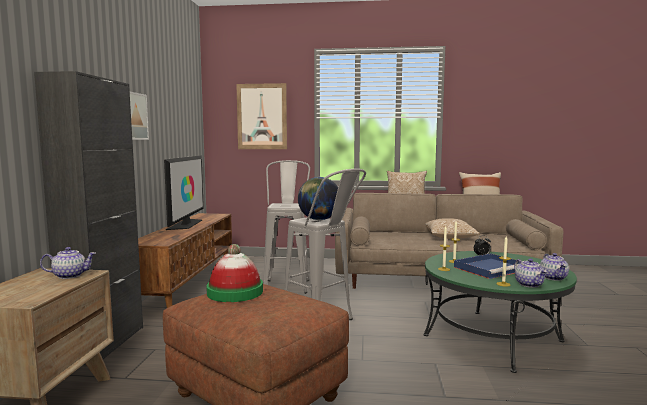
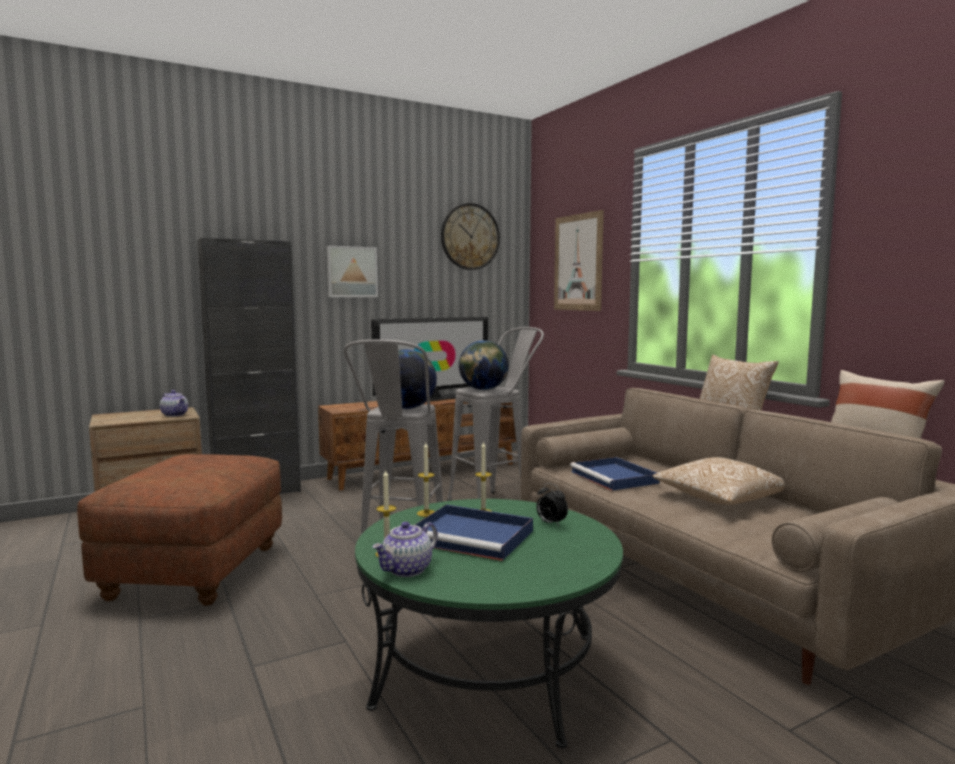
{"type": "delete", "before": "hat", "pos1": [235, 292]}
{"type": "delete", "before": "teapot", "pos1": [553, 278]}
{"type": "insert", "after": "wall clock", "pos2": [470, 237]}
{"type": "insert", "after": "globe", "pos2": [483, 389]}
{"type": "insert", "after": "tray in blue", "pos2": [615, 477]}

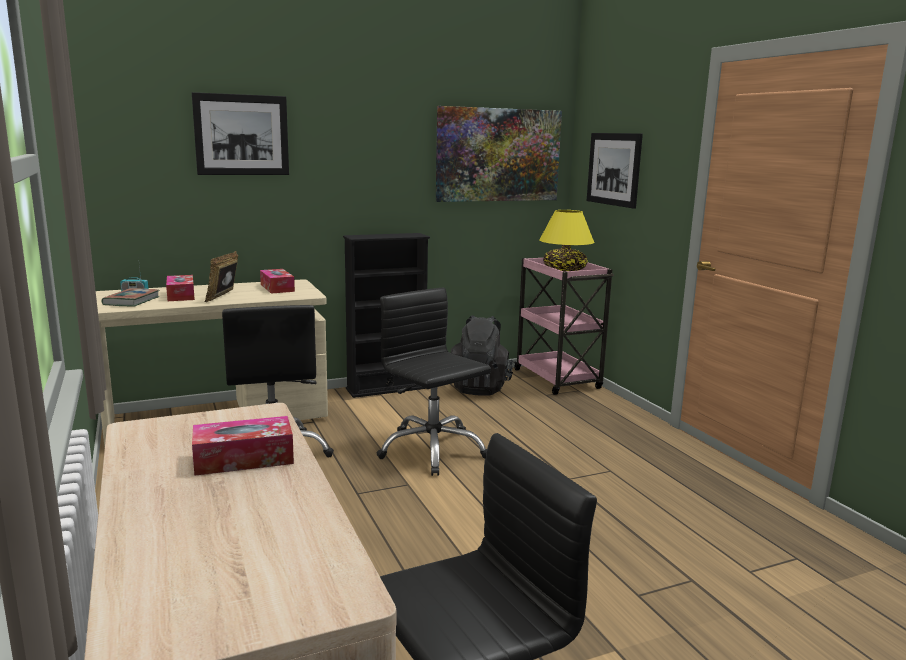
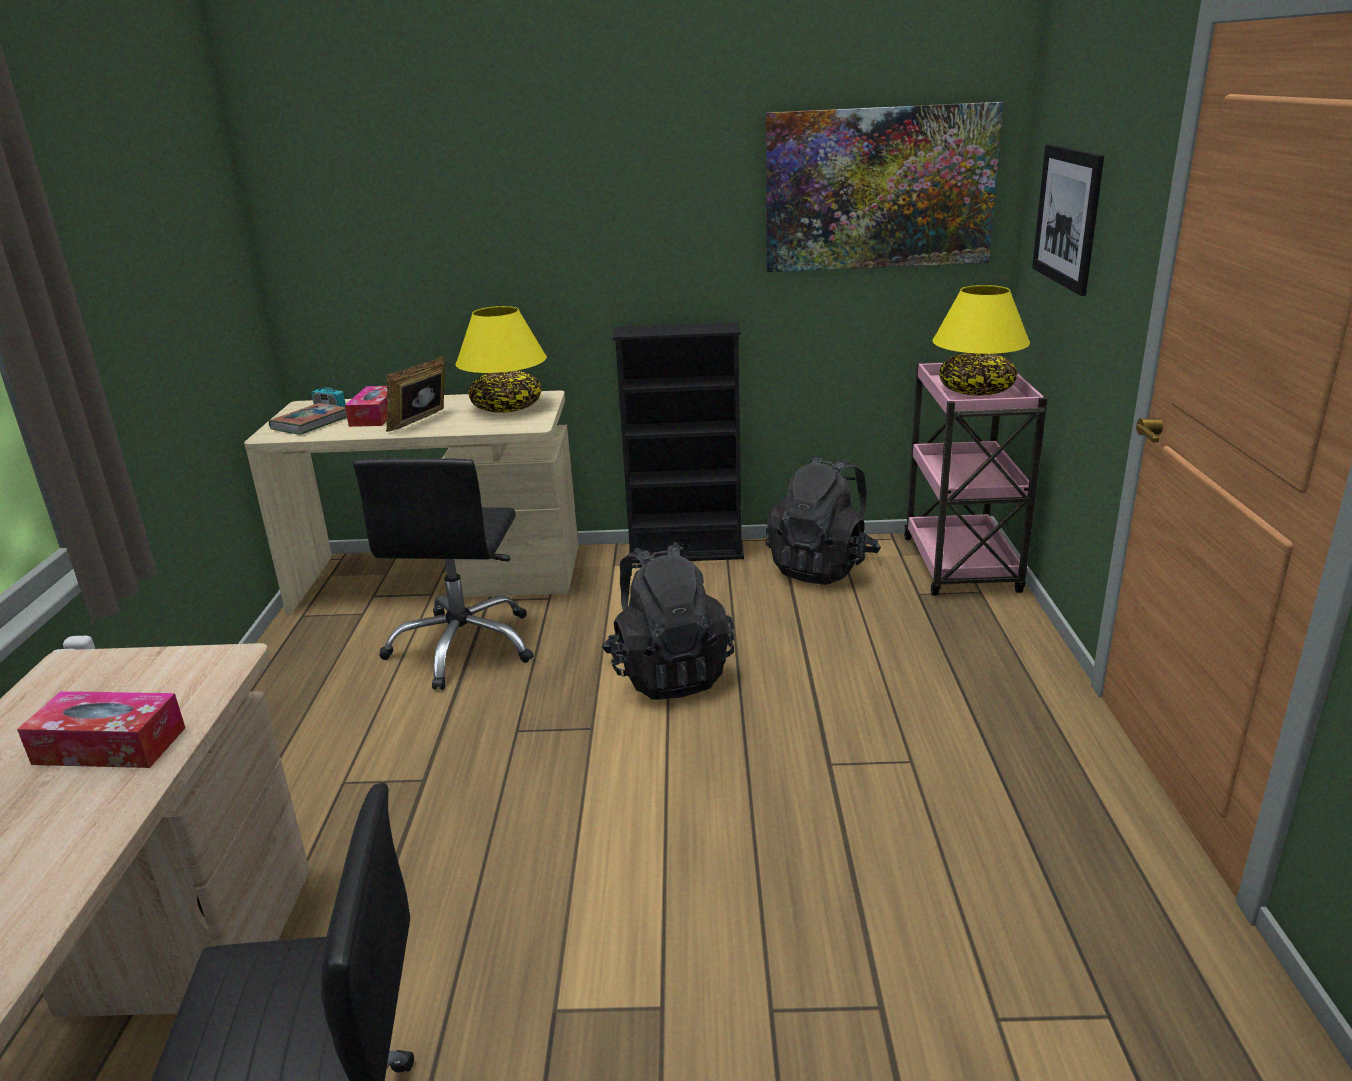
{"type": "delete", "before": "picture", "pos1": [241, 135]}
{"type": "replace", "before": "tissue box", "after": "table lamp in yellow", "pos1": [277, 288], "pos2": [506, 407]}
{"type": "replace", "before": "office chair in black", "after": "backpack in black", "pos1": [432, 450], "pos2": [668, 673]}

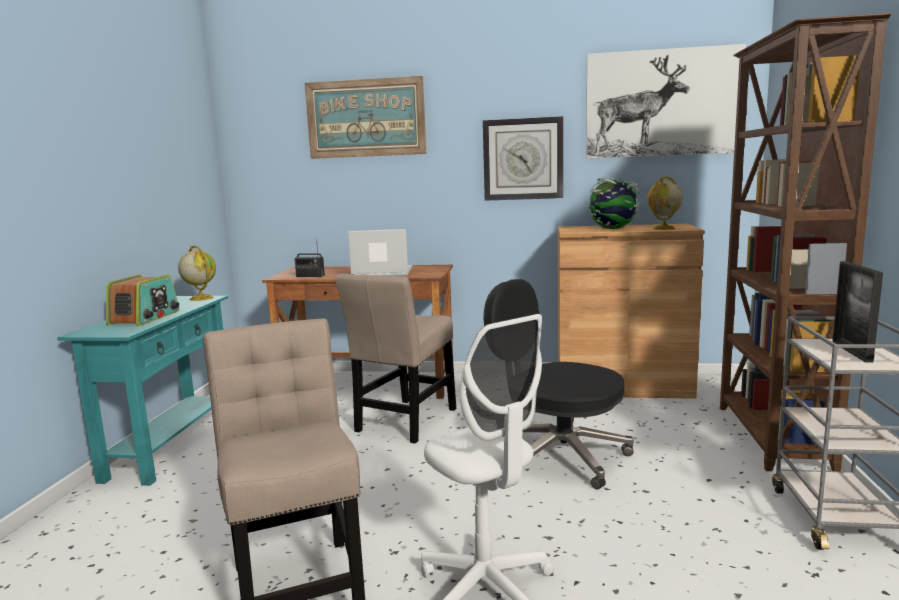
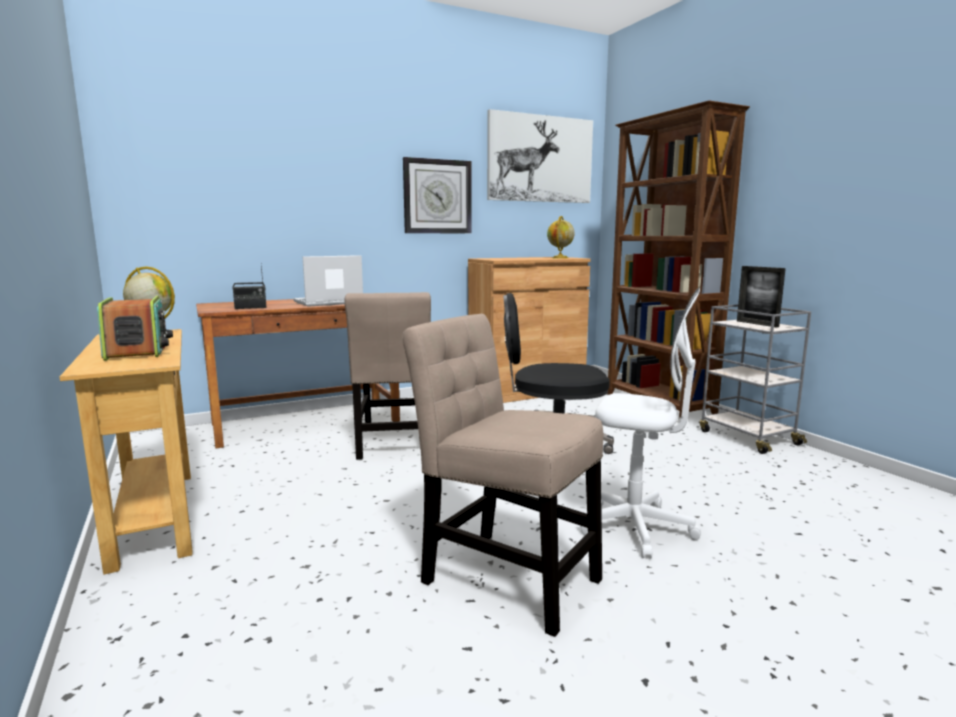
{"type": "delete", "before": "picture", "pos1": [365, 118]}
{"type": "delete", "before": "globe", "pos1": [613, 229]}
{"type": "recolor", "before": "console table in turquoise", "after": "console table in beige", "pos1": [172, 446], "pos2": [154, 516]}

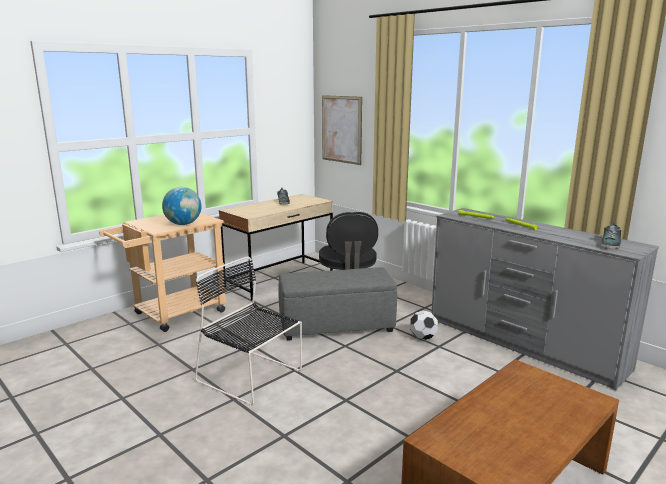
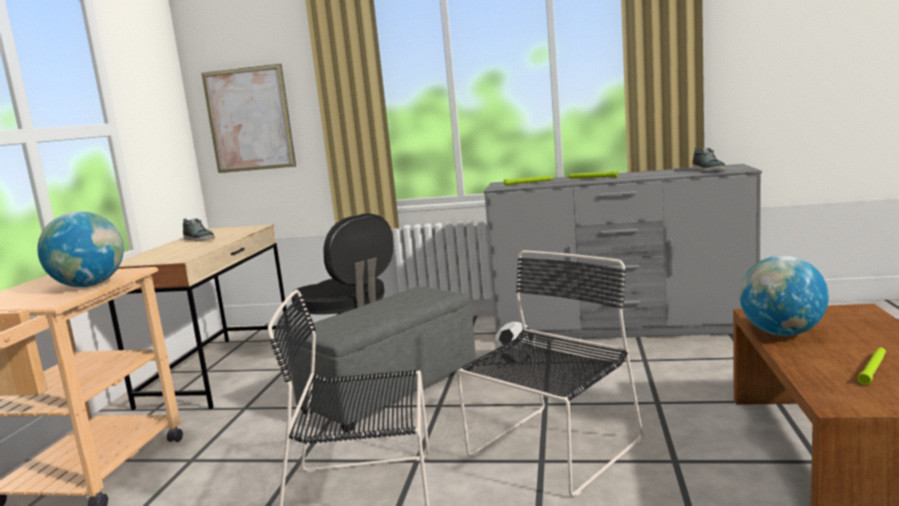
{"type": "insert", "after": "chair in black", "pos2": [551, 450]}
{"type": "insert", "after": "globe", "pos2": [782, 333]}
{"type": "insert", "after": "flashlight in green", "pos2": [873, 369]}

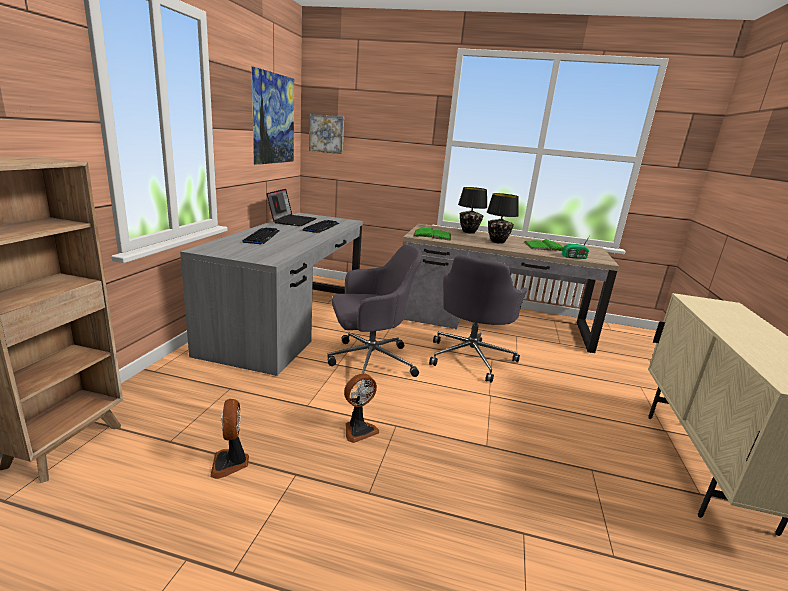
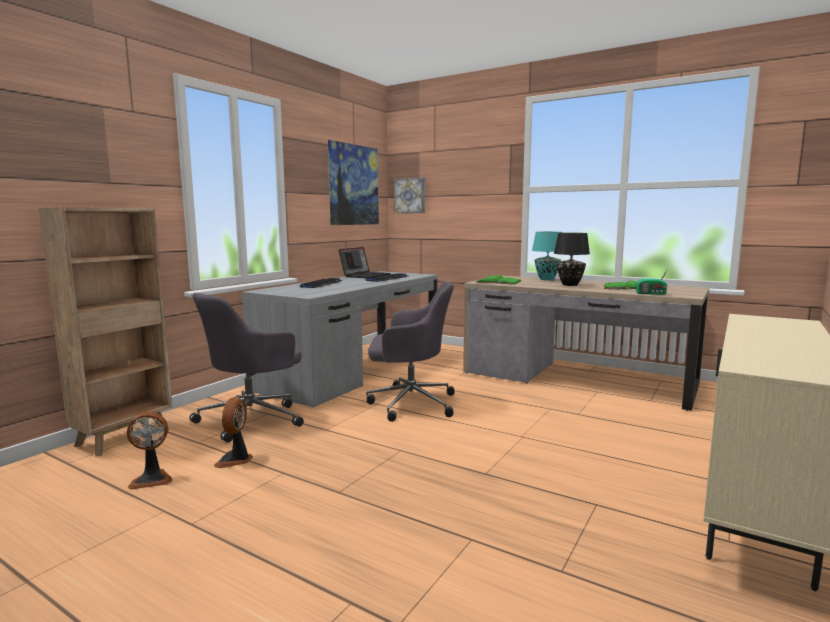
{"type": "move", "before": "fan", "pos1": [358, 430], "pos2": [152, 479]}
{"type": "move", "before": "office chair in grey", "pos1": [471, 357], "pos2": [252, 418]}
{"type": "recolor", "before": "table lamp in black", "after": "table lamp in turquoise", "pos1": [469, 232], "pos2": [547, 279]}

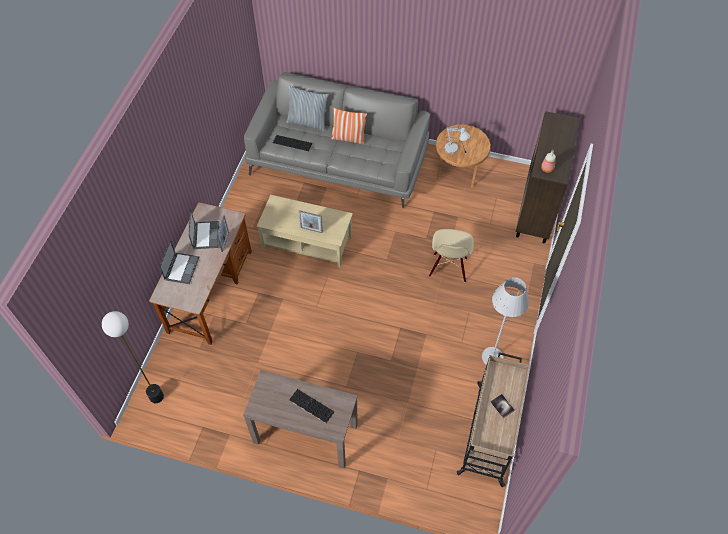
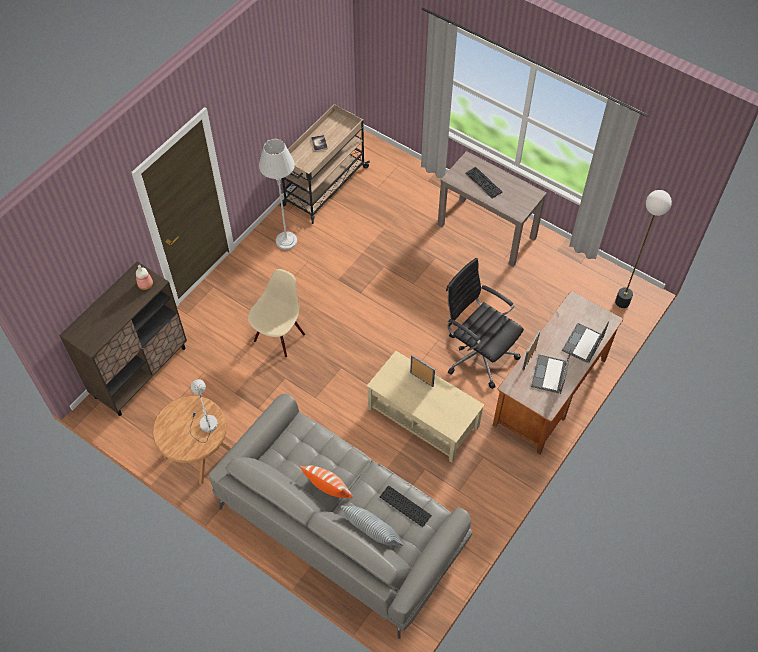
{"type": "insert", "after": "office chair in black", "pos2": [478, 354]}

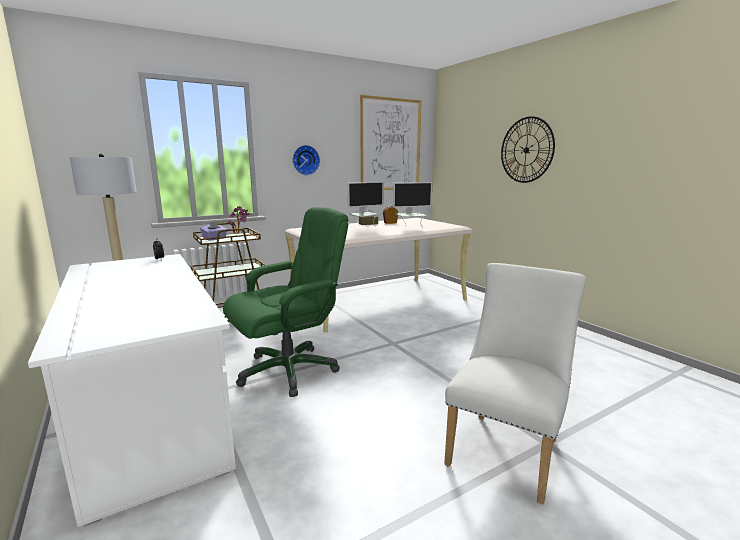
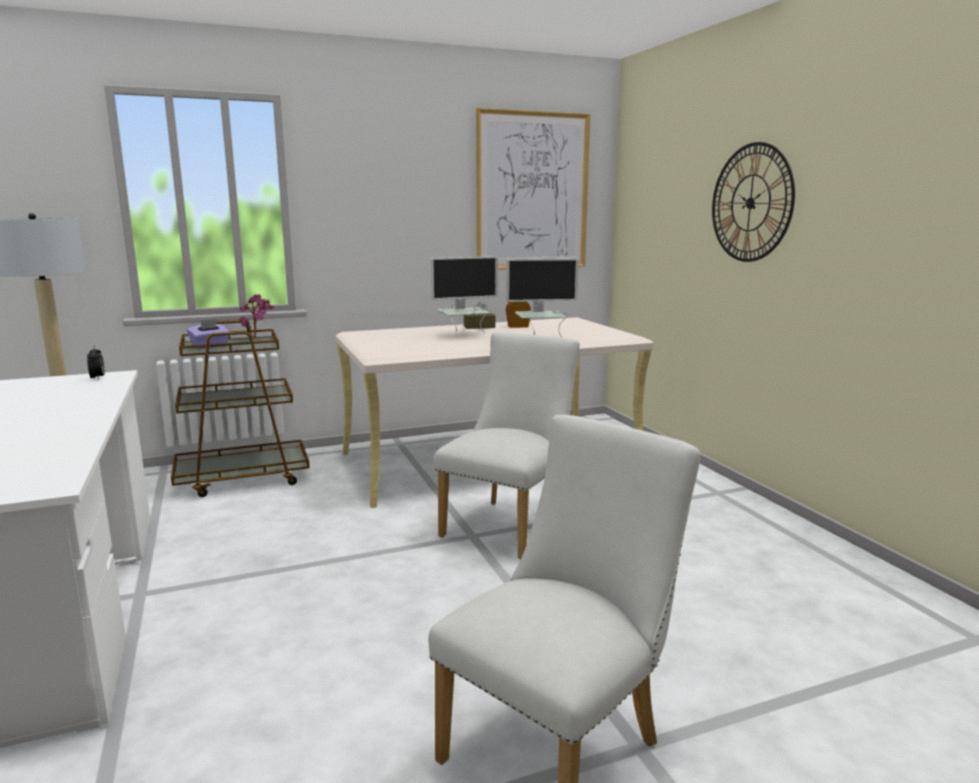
{"type": "delete", "before": "office chair in green", "pos1": [289, 370]}
{"type": "delete", "before": "wall clock", "pos1": [305, 160]}
{"type": "insert", "after": "chair in white", "pos2": [509, 524]}

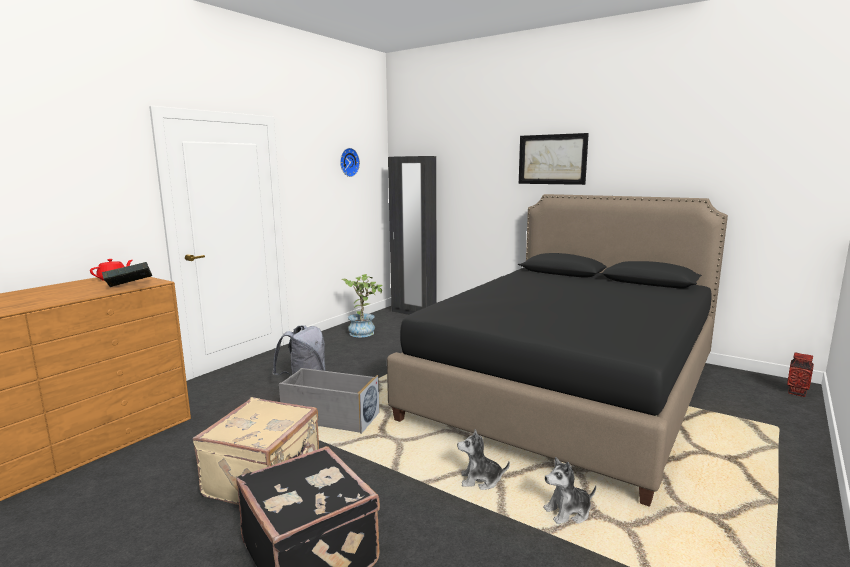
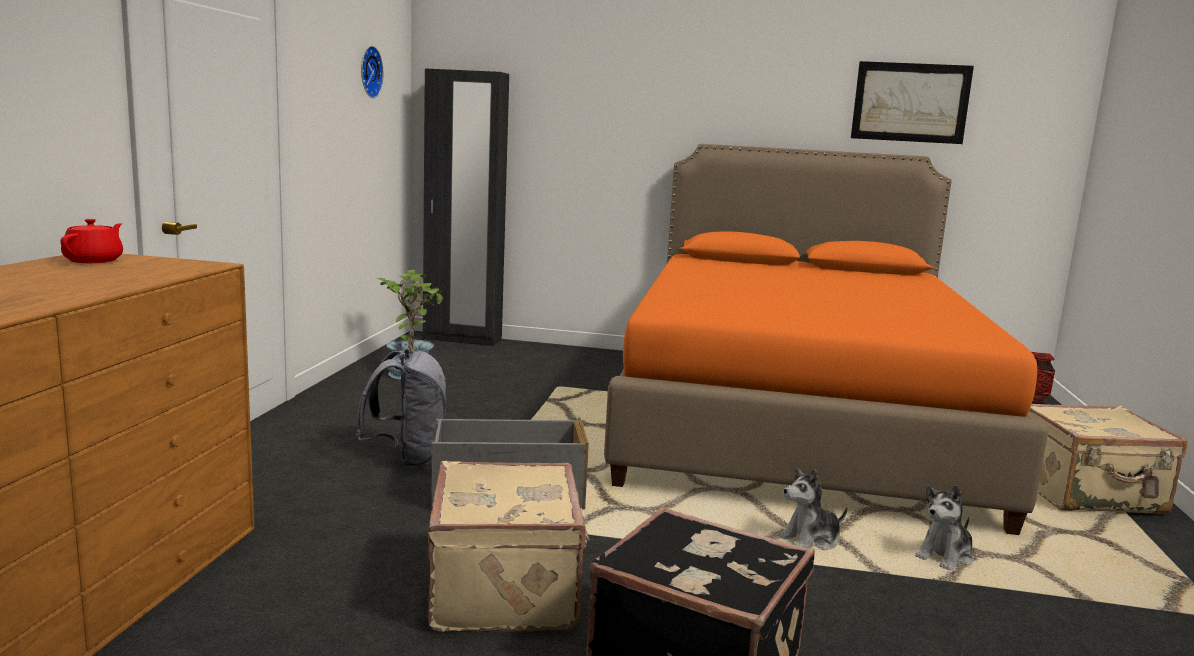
{"type": "delete", "before": "book", "pos1": [129, 287]}
{"type": "insert", "after": "suitcase in beige", "pos2": [1087, 495]}
{"type": "move", "before": "picture", "pos1": [552, 159], "pos2": [910, 102]}
{"type": "recolor", "before": "bed in black", "after": "bed in orange", "pos1": [567, 389], "pos2": [794, 422]}

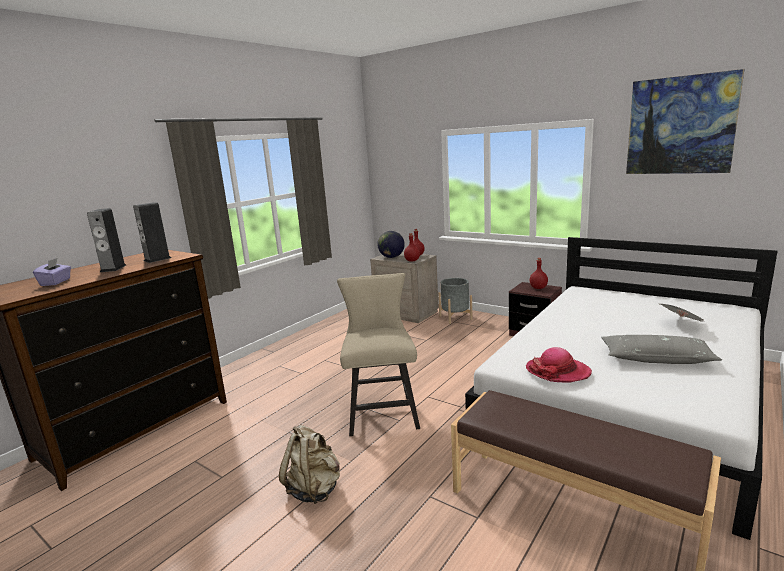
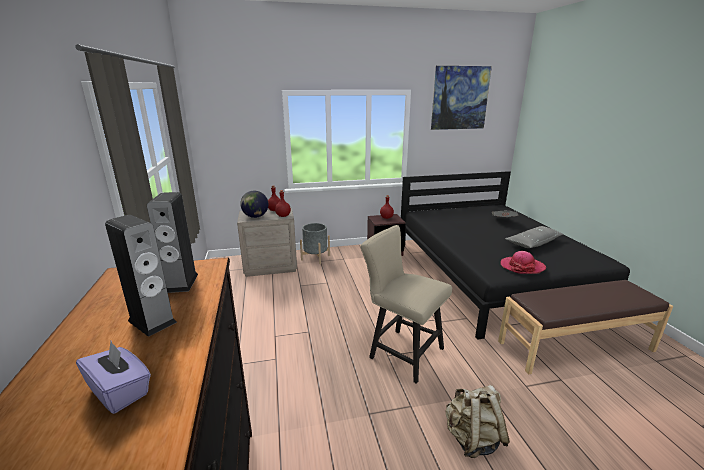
{"type": "recolor", "before": "bed in white", "after": "bed in black", "pos1": [626, 400], "pos2": [491, 275]}

